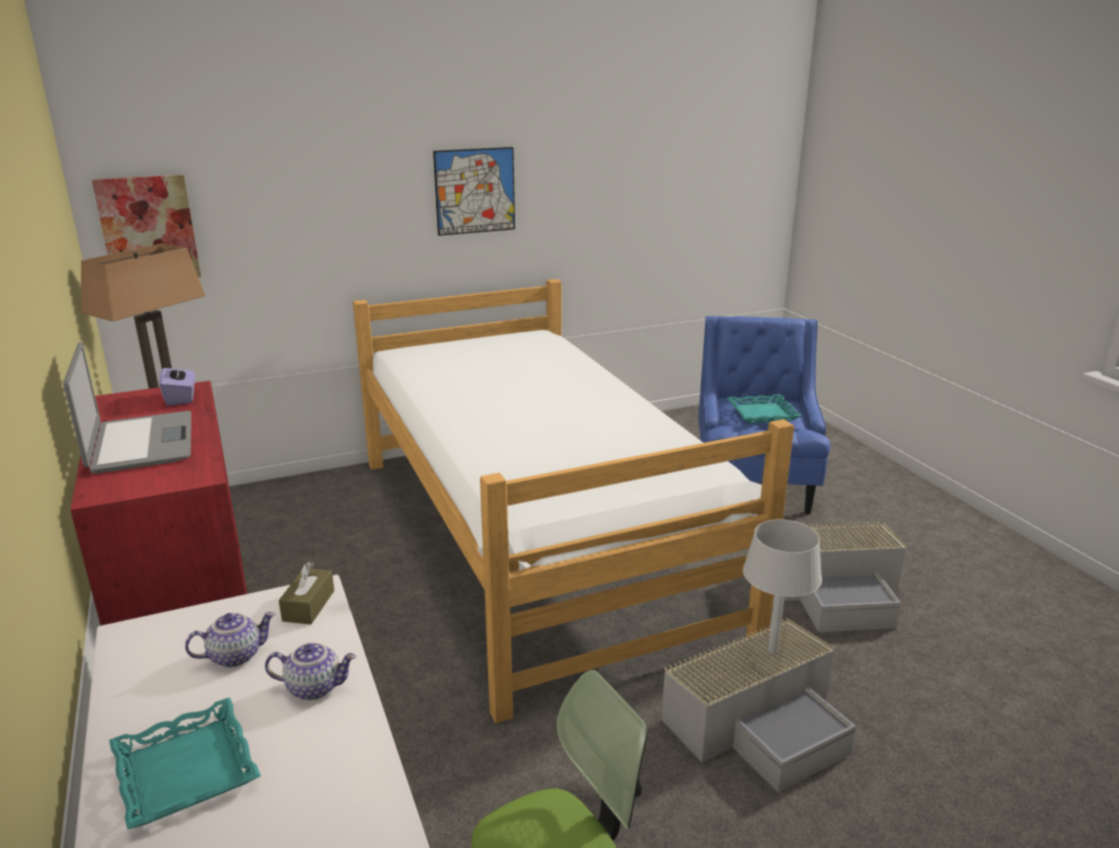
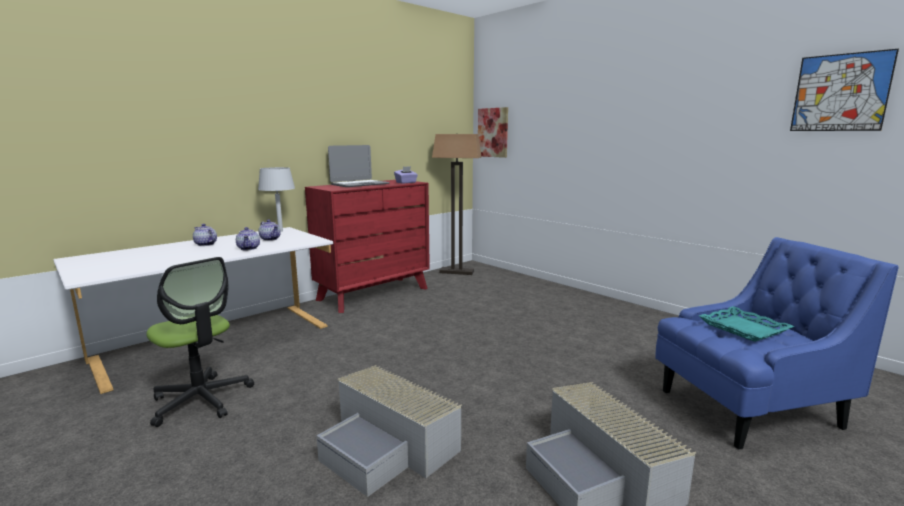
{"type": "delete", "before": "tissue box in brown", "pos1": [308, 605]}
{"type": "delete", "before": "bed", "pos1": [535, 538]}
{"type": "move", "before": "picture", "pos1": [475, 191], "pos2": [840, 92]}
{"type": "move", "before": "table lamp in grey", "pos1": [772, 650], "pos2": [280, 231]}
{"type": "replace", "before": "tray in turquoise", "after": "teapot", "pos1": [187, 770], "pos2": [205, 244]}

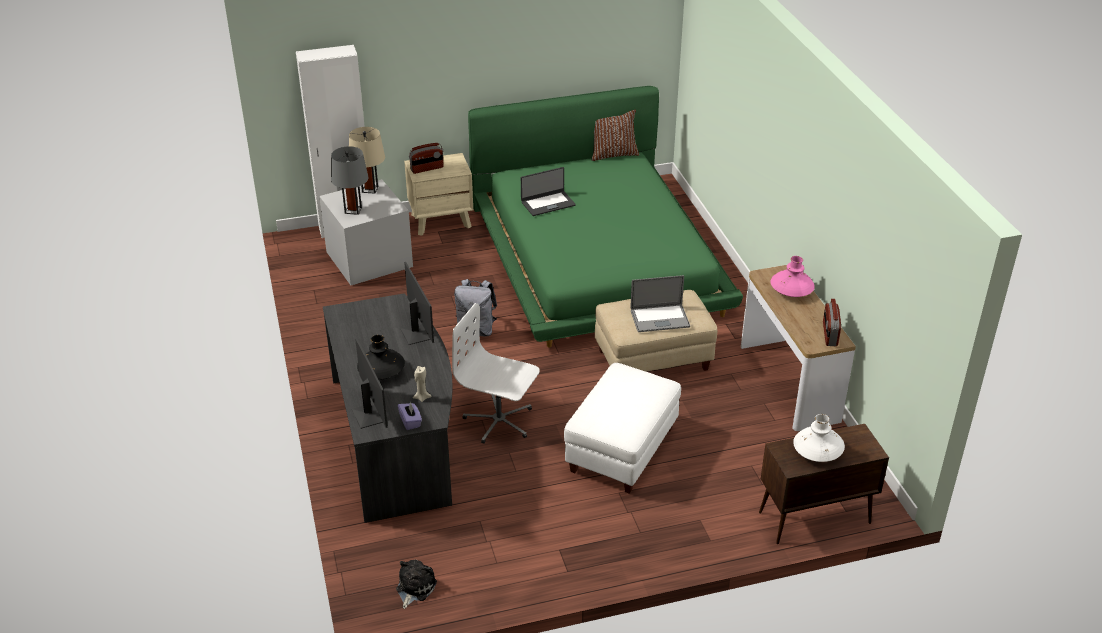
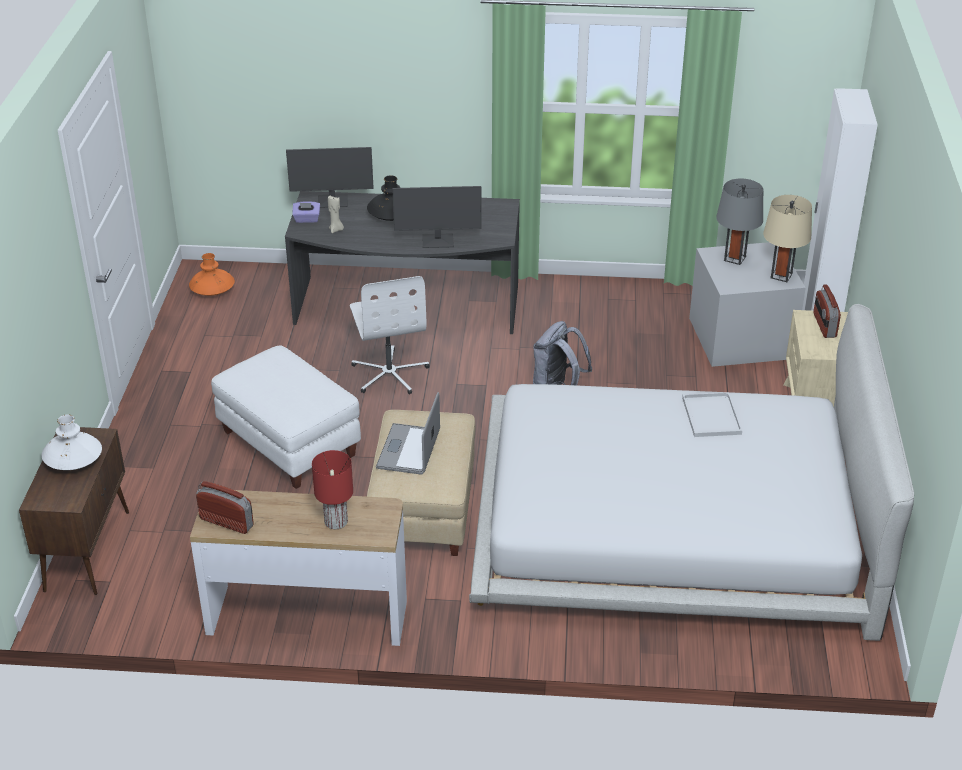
{"type": "delete", "before": "pillow in brown", "pos1": [613, 154]}
{"type": "replace", "before": "plush toy", "after": "vase in orange", "pos1": [414, 588], "pos2": [212, 290]}
{"type": "replace", "before": "laptop", "after": "tray in white", "pos1": [547, 203], "pos2": [712, 417]}
{"type": "replace", "before": "vase in pink", "after": "table lamp in red", "pos1": [791, 290], "pos2": [335, 522]}
{"type": "recolor", "before": "bed in green", "after": "bed in white", "pos1": [596, 257], "pos2": [673, 523]}
{"type": "rotate", "before": "office chair in white", "pos1": [499, 421], "pos2": [390, 373], "turn": 120}

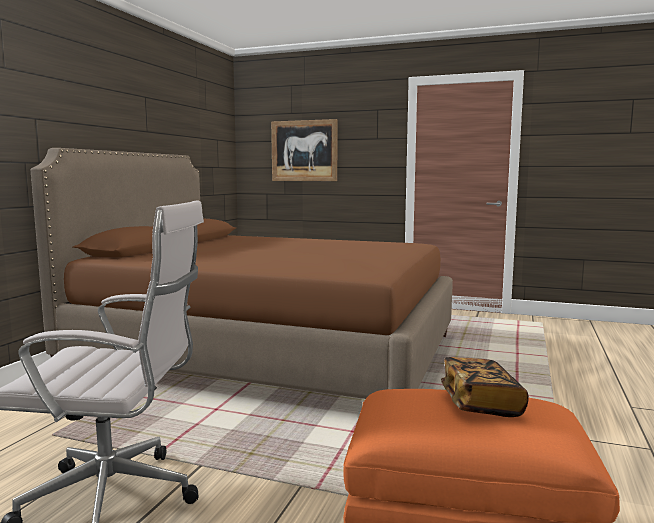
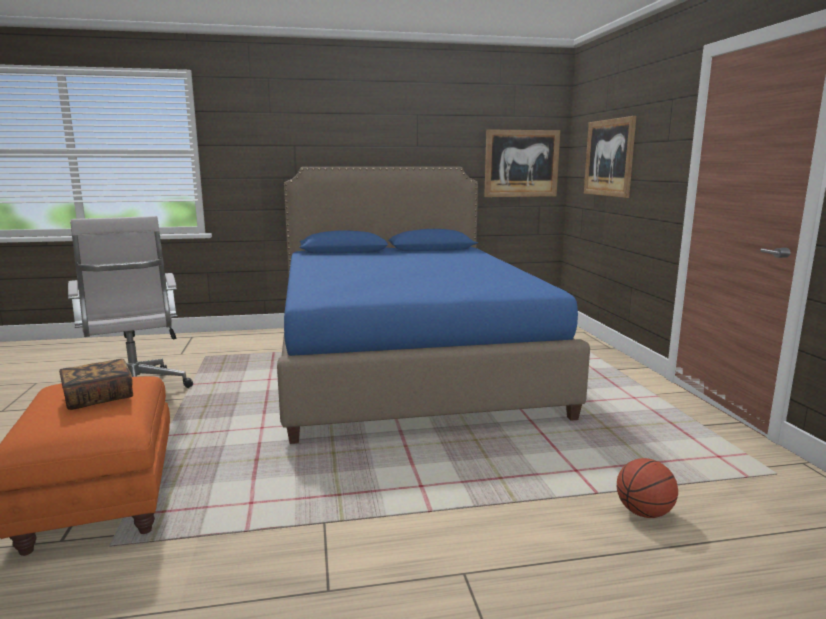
{"type": "insert", "after": "picture", "pos2": [521, 163]}
{"type": "insert", "after": "basketball", "pos2": [643, 512]}
{"type": "recolor", "before": "bed in brown", "after": "bed in blue", "pos1": [269, 352], "pos2": [405, 364]}

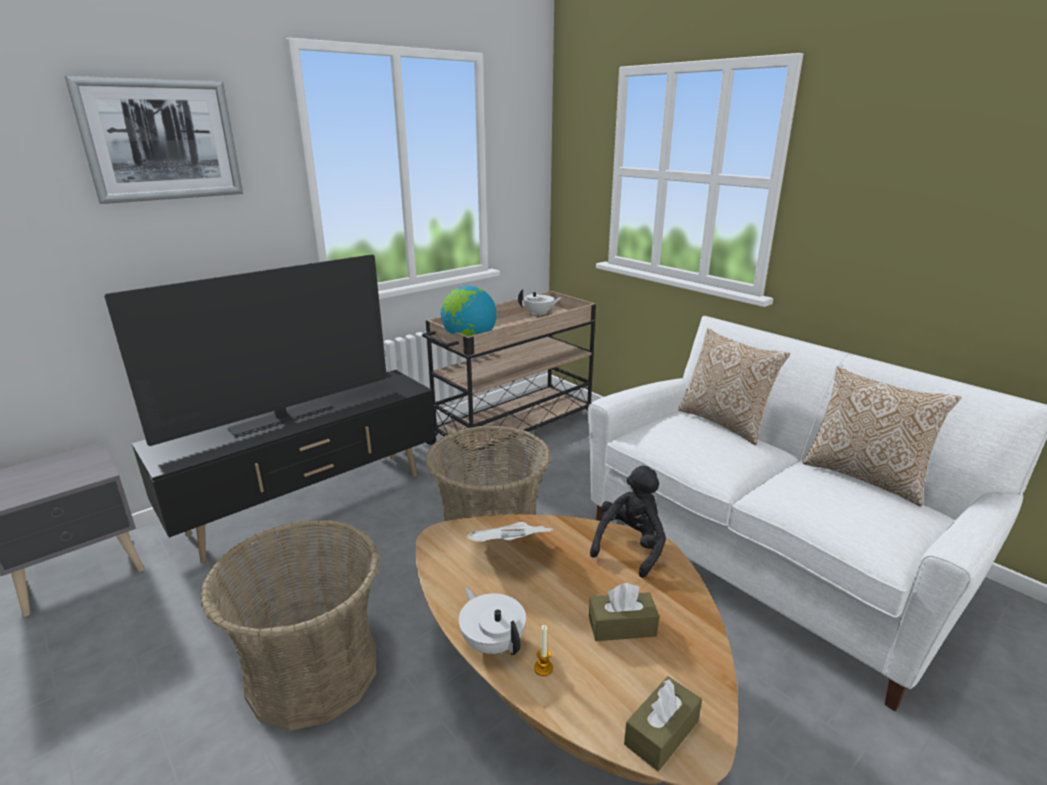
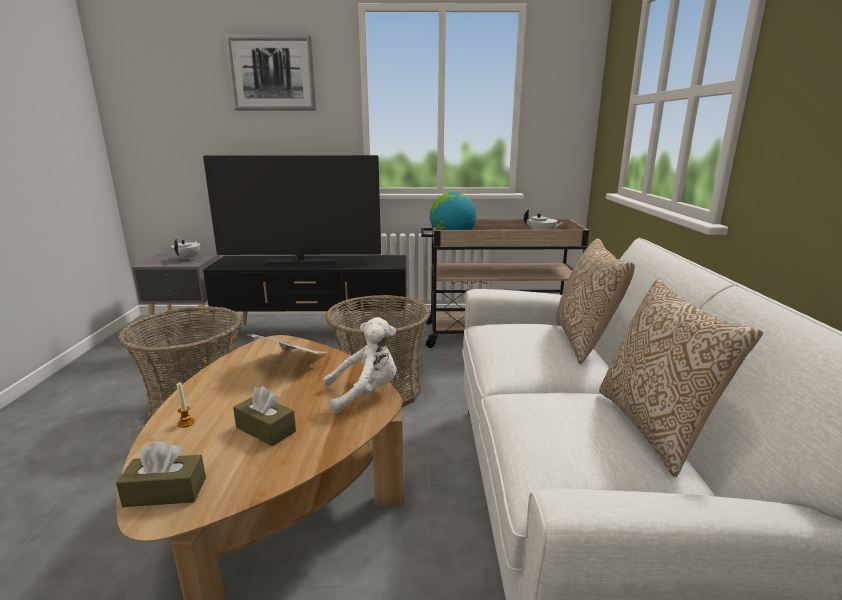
{"type": "move", "before": "teapot in white", "pos1": [493, 642], "pos2": [188, 258]}
{"type": "recolor", "before": "plush toy in black", "after": "plush toy in white", "pos1": [630, 546], "pos2": [365, 393]}

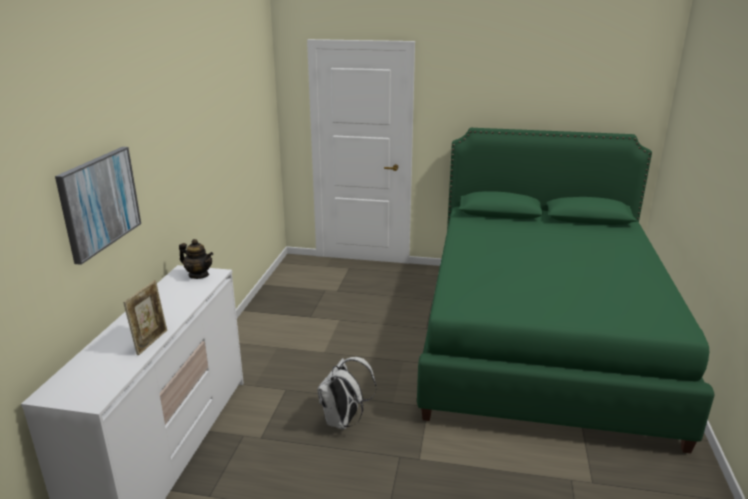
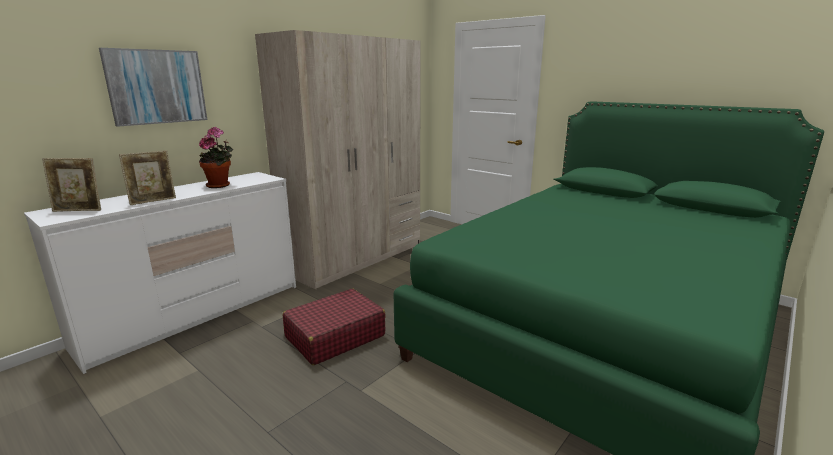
{"type": "delete", "before": "teapot", "pos1": [199, 275]}
{"type": "insert", "after": "picture frame", "pos2": [79, 210]}
{"type": "insert", "after": "potted plant", "pos2": [220, 185]}
{"type": "insert", "after": "wardrobe in beige", "pos2": [356, 258]}
{"type": "replace", "before": "backpack in white", "after": "suitcase in red", "pos1": [343, 421], "pos2": [334, 336]}

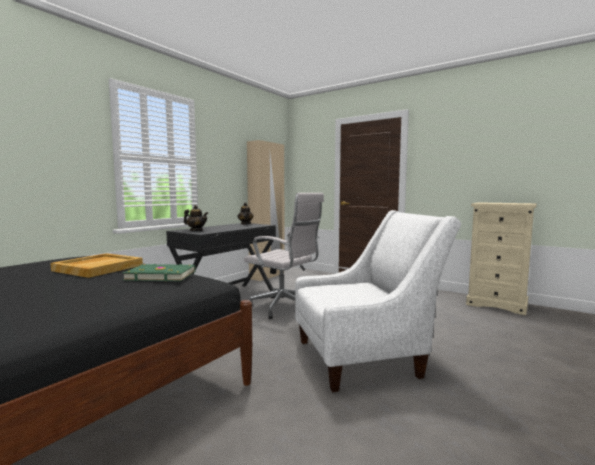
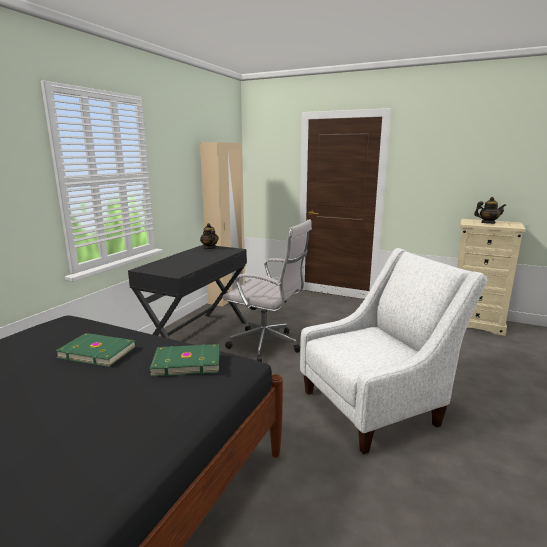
{"type": "move", "before": "teapot", "pos1": [196, 231], "pos2": [487, 223]}
{"type": "replace", "before": "tray in beige", "after": "book in green", "pos1": [98, 268], "pos2": [98, 351]}

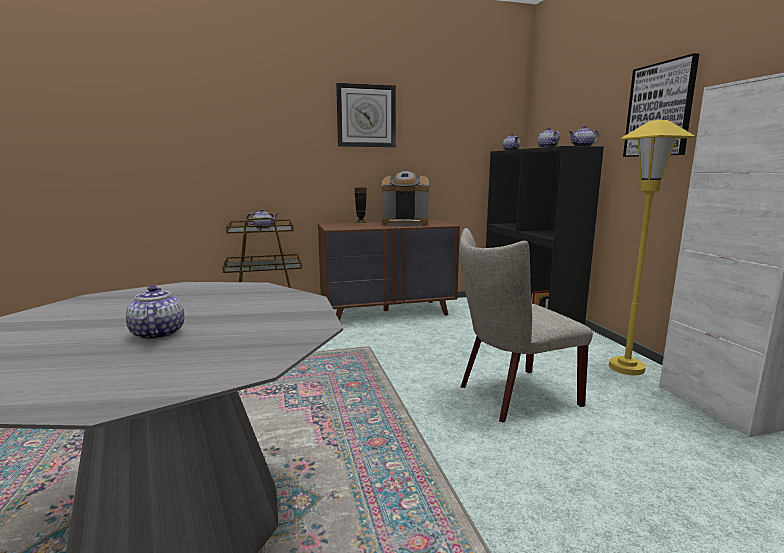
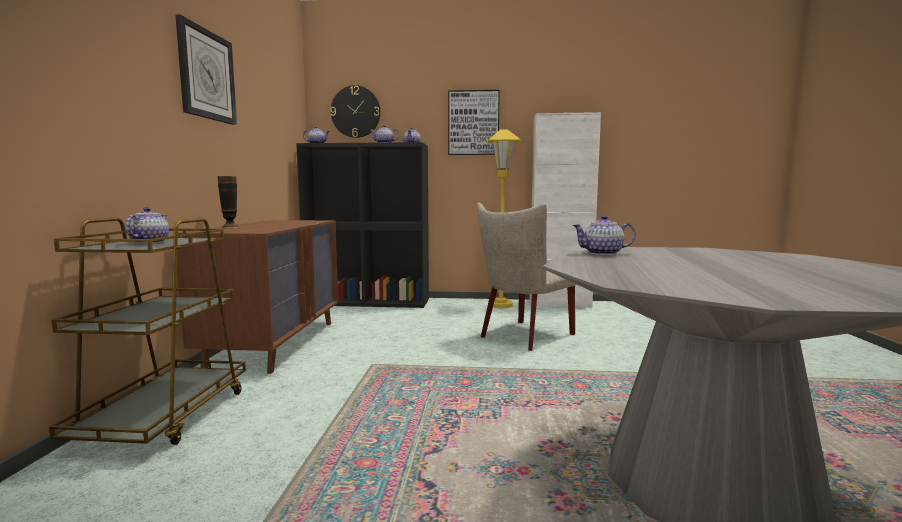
{"type": "delete", "before": "coffee machine", "pos1": [405, 223]}
{"type": "insert", "after": "wall clock", "pos2": [355, 112]}
{"type": "move", "before": "teapot", "pos1": [157, 334], "pos2": [603, 253]}
{"type": "rotate", "before": "chair in beige", "pos1": [511, 396], "pos2": [523, 336], "turn": 45}

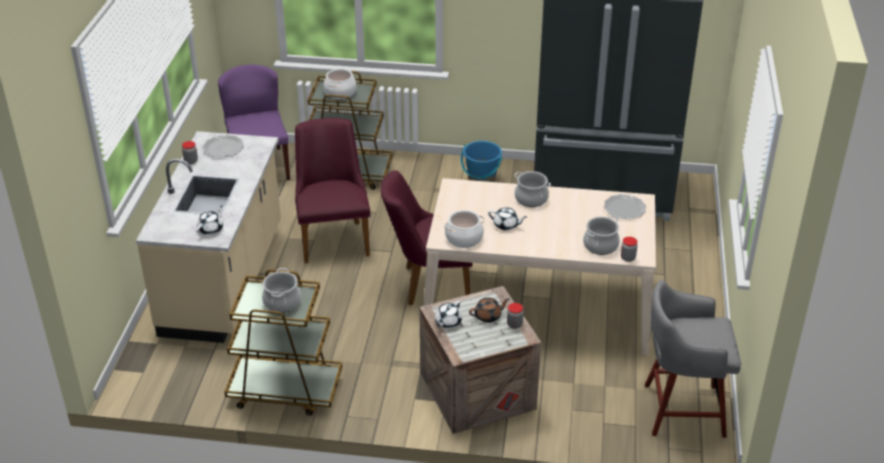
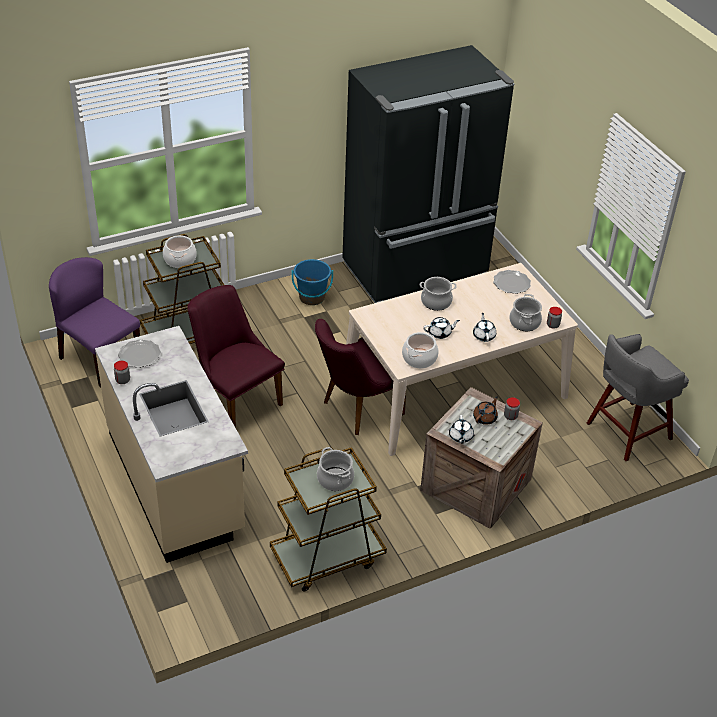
{"type": "move", "before": "teapot in white", "pos1": [211, 229], "pos2": [484, 335]}

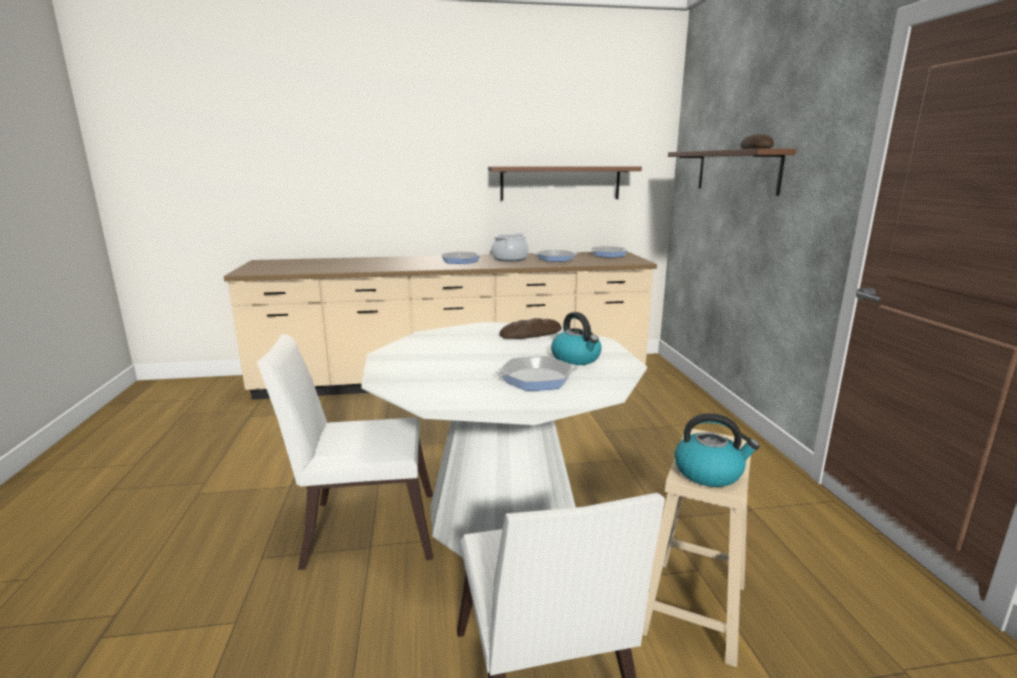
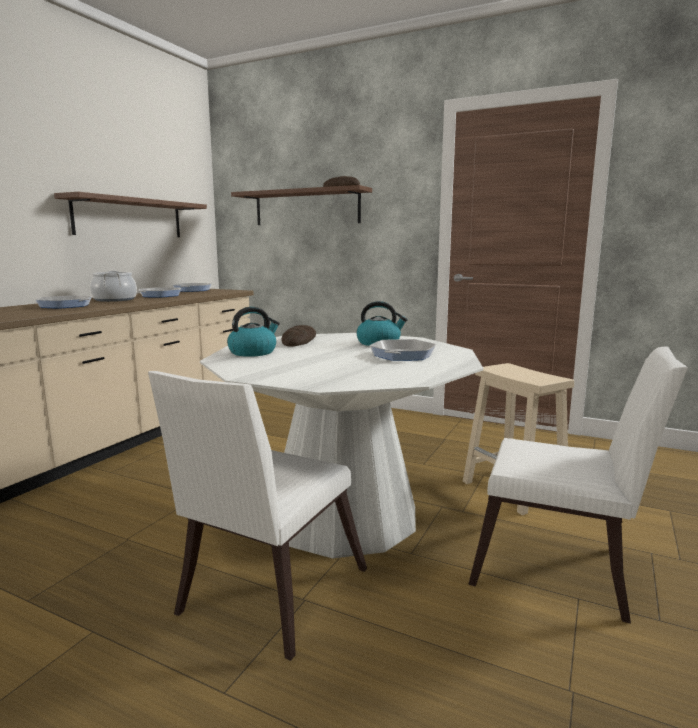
{"type": "move", "before": "kettle", "pos1": [709, 472], "pos2": [253, 352]}

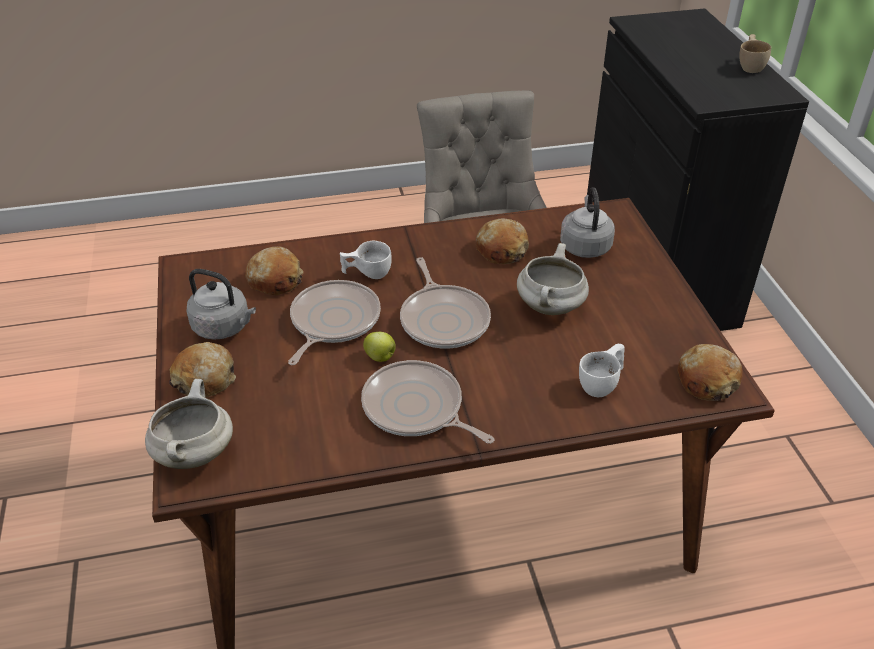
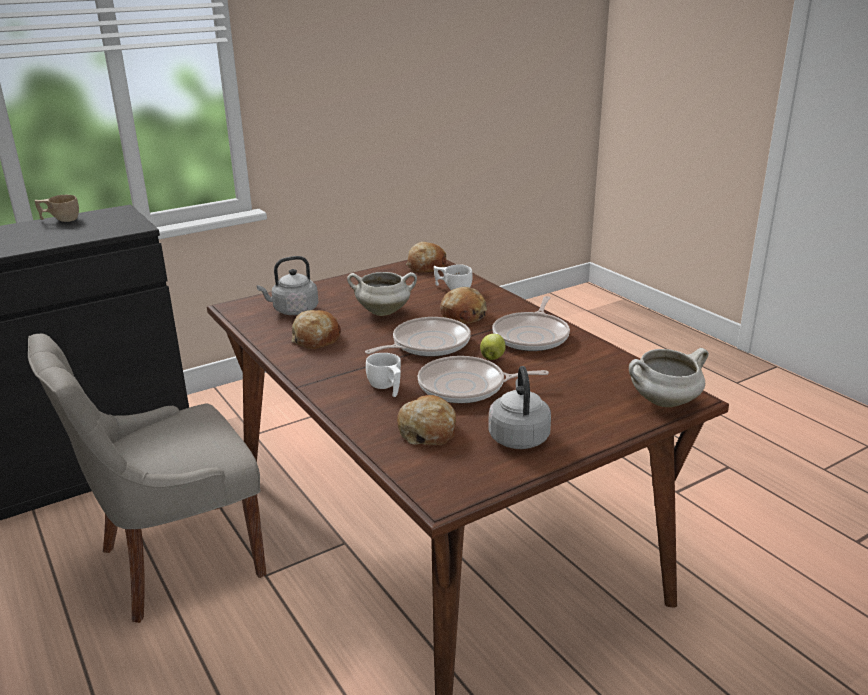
{"type": "move", "before": "bread", "pos1": [205, 378], "pos2": [463, 315]}

